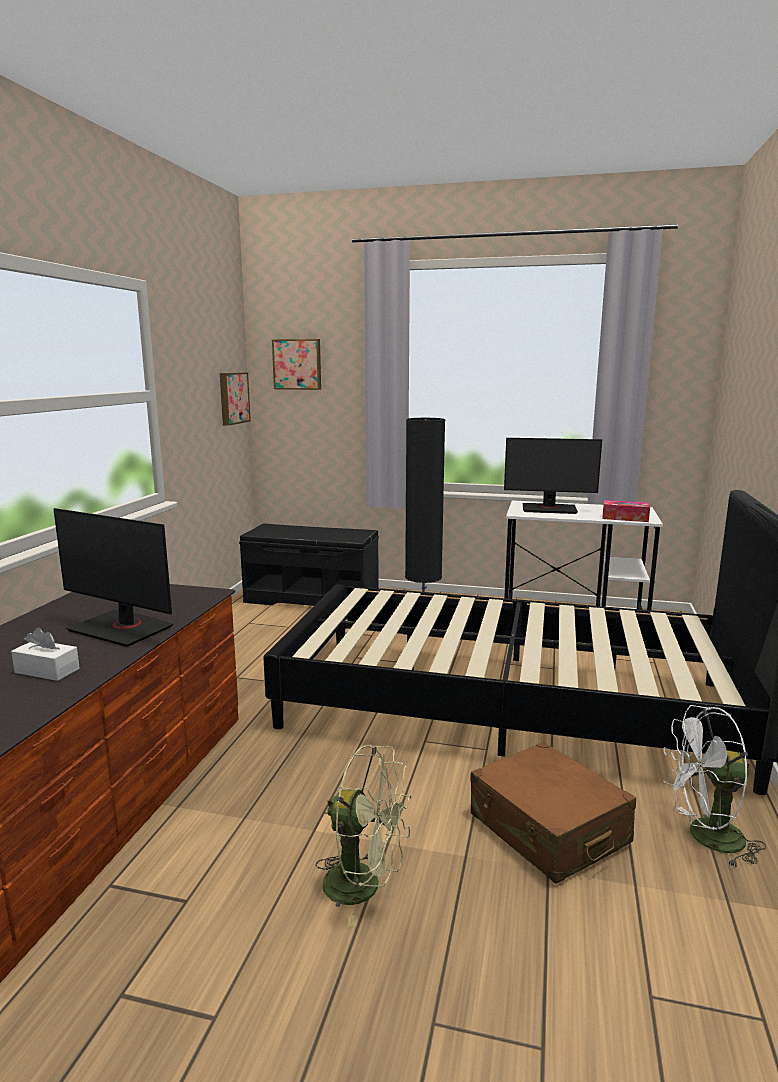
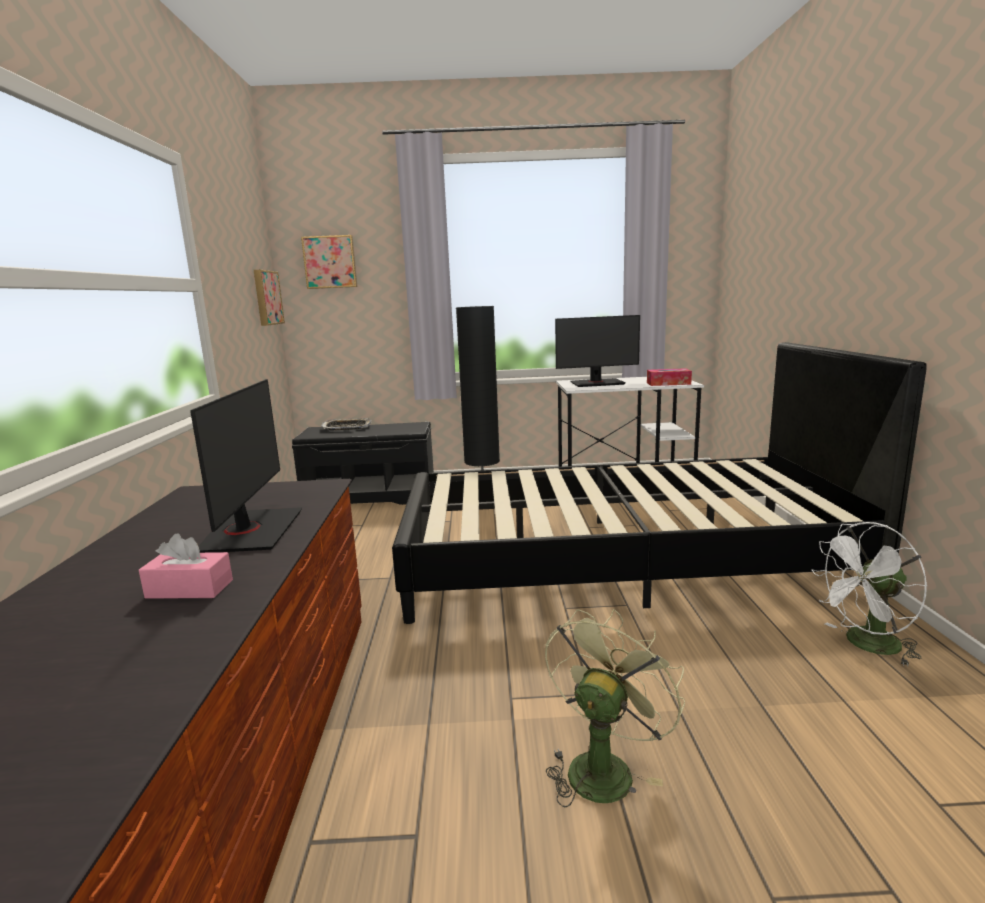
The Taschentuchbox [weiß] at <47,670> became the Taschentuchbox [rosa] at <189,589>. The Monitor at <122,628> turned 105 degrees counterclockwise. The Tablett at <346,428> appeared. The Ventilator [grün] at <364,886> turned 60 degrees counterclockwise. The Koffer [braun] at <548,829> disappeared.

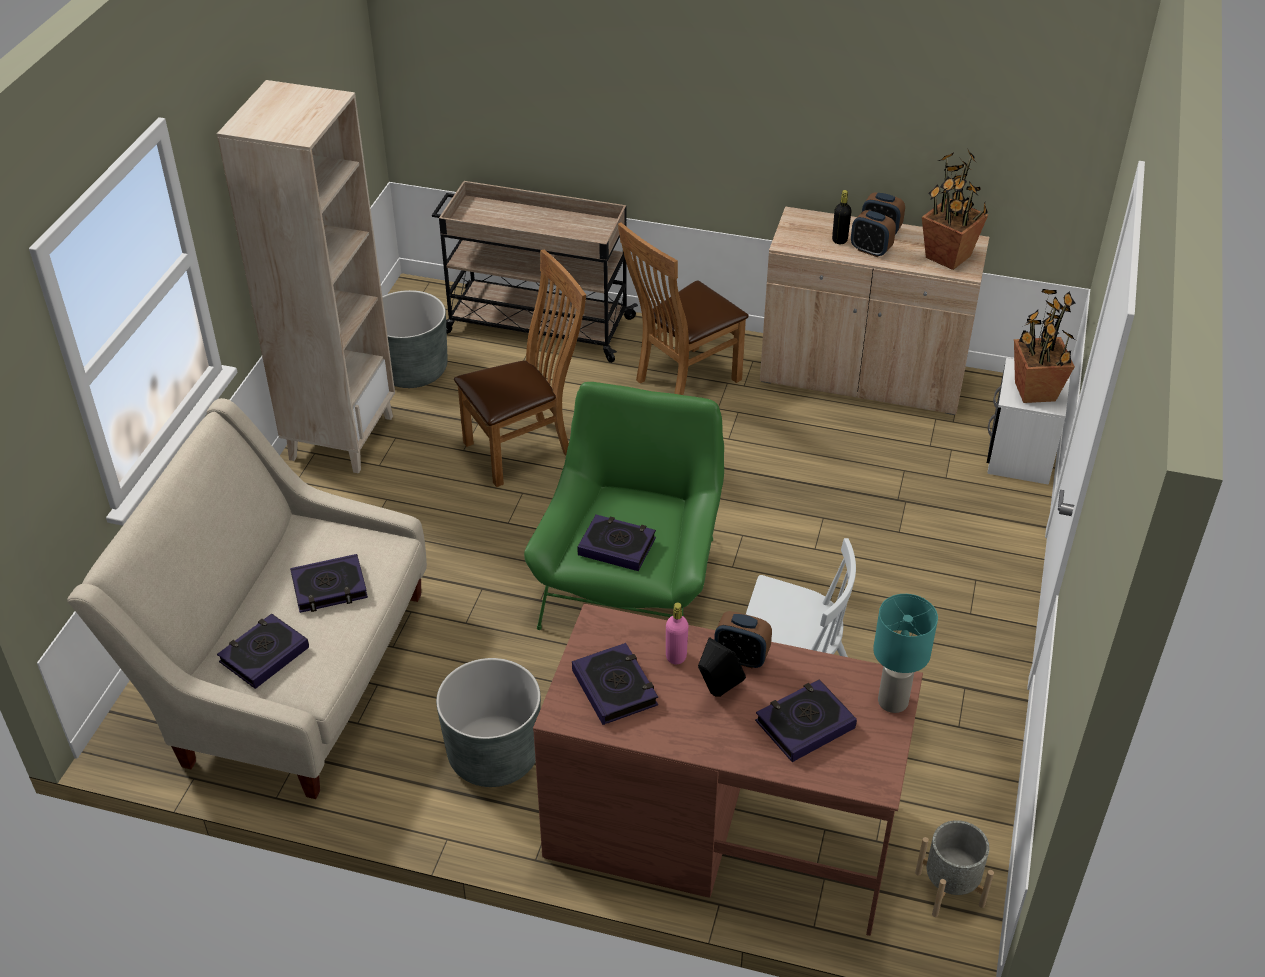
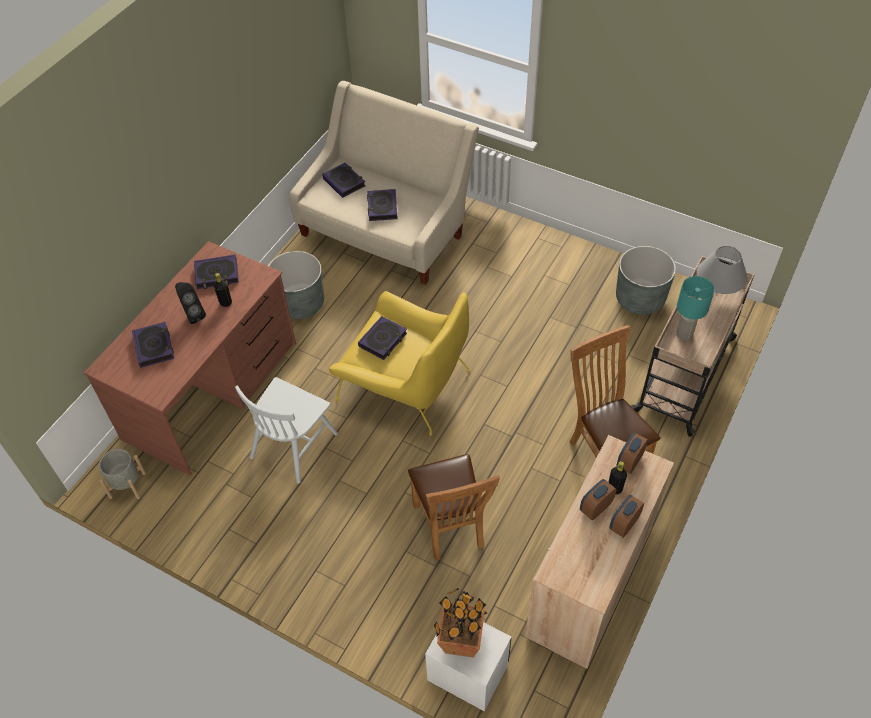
The Flasche [rosa] at <676,656> became the Flasche [schwarz] at <225,303>. The Sessel [grün] at <631,582> became the Sessel [gelb] at <405,384>. The Stuhl [braun] moved from <524,448> to <451,529>. The Wecker moved from <741,657> to <629,462>. The Tischlampe [türkis] moved from <893,701> to <684,334>. The Tischlampe [grau] at <716,293> appeared. The Bücherregal [beige] at <341,437> disappeared. The Topfpflanze at <948,257> disappeared.

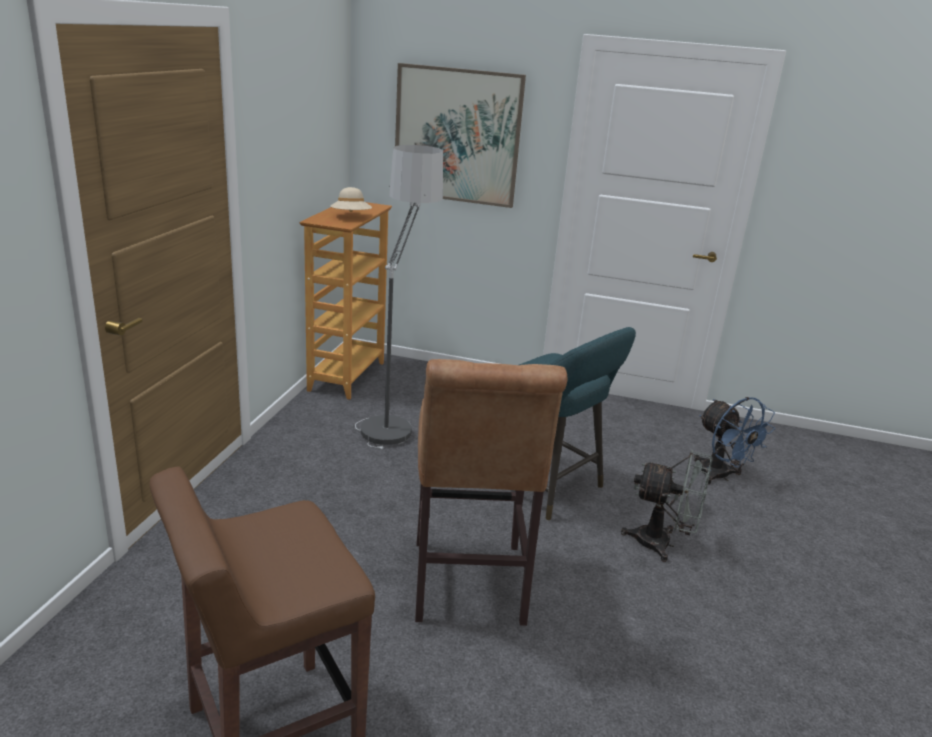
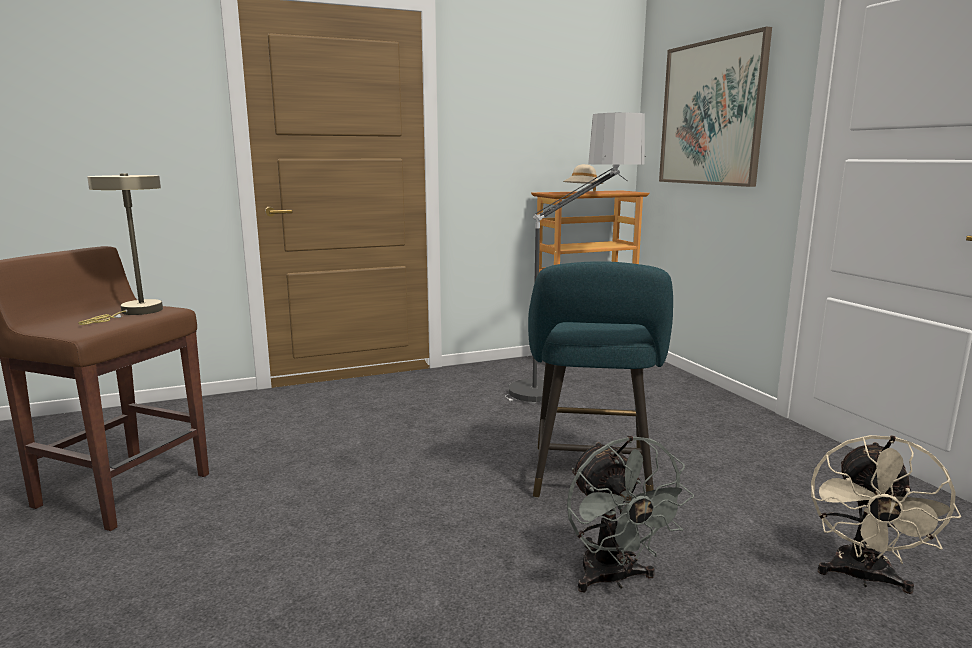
The Tischlampe [beige] at <136,312> appeared. The Ventilator [blau] at <720,476> became the Ventilator [beige] at <863,578>. The Hocker [braun] at <468,588> disappeared.

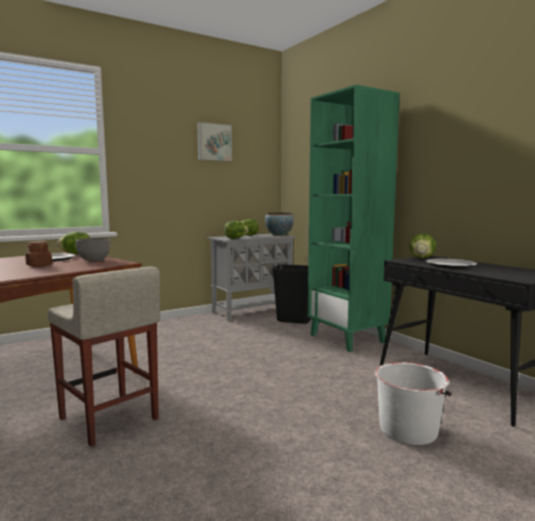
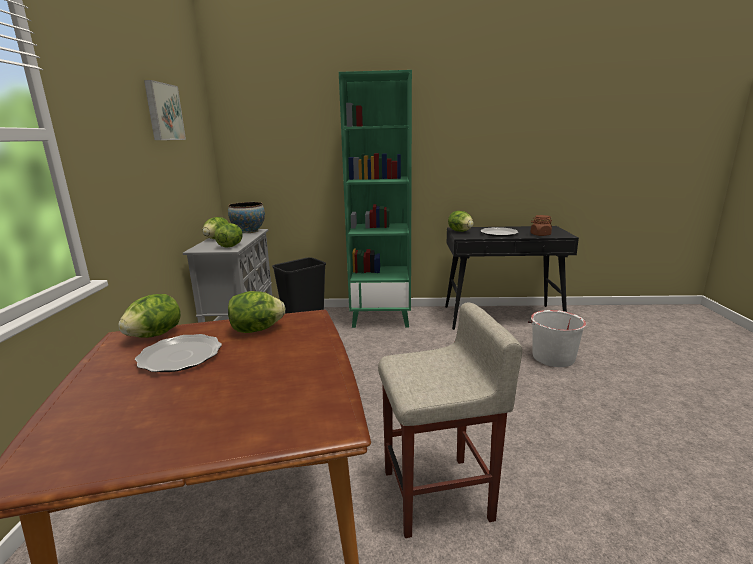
The Schüssel [grau] at <94,260> was replaced by the Salatkopf at <256,330>. The Vorratsglas [braun] moved from <39,265> to <540,235>.

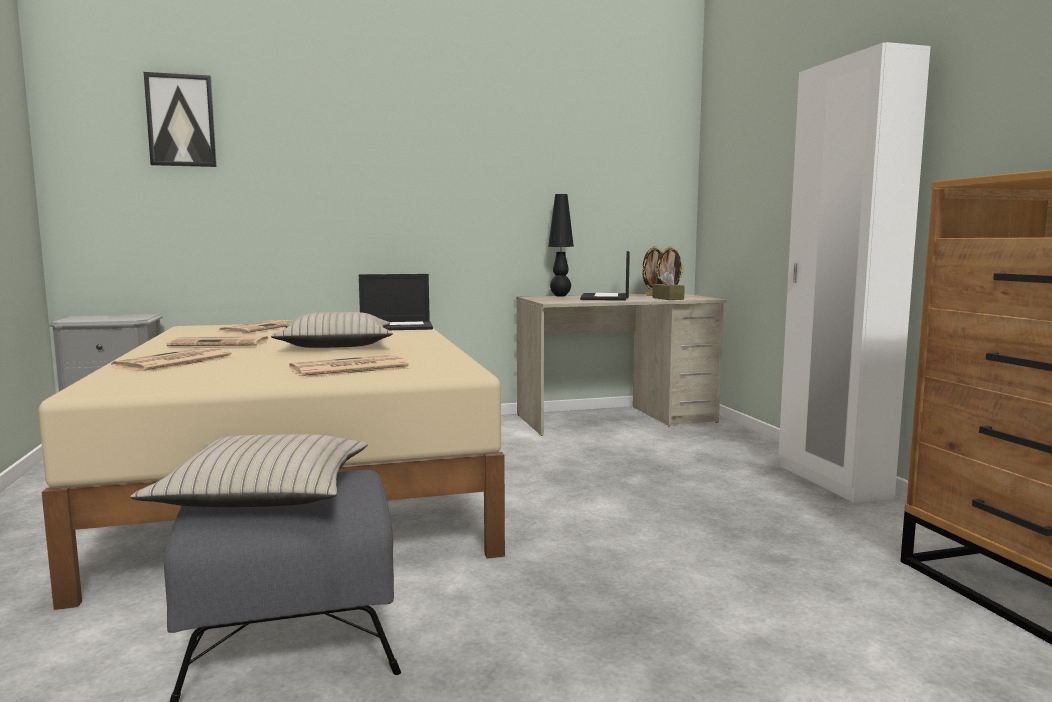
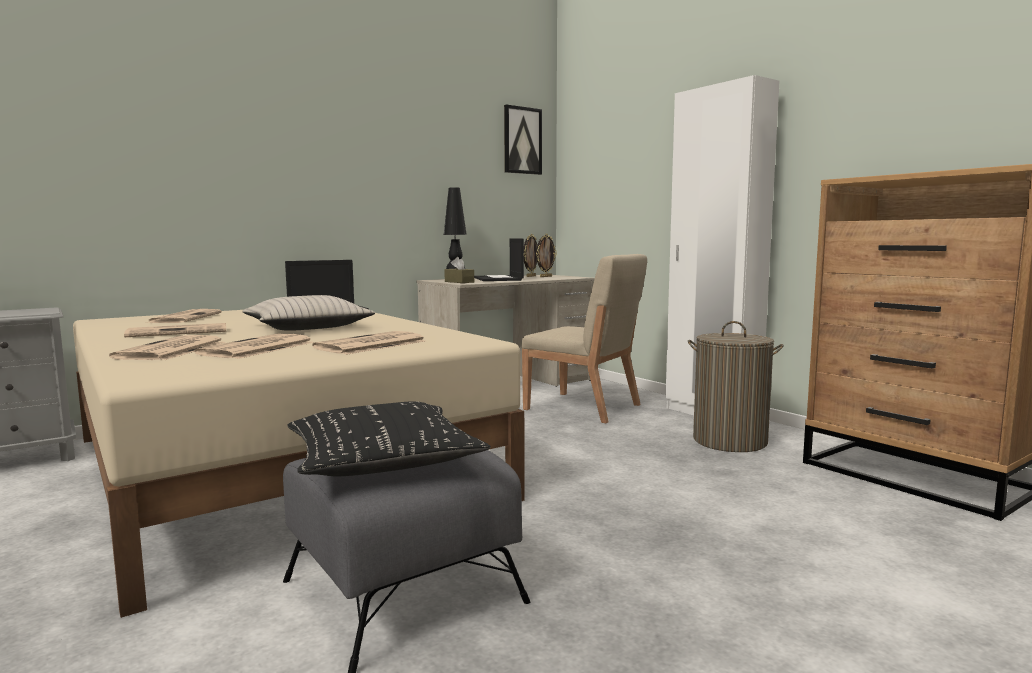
The Zeitung at <257,348> appeared. The Kissen [beige] at <264,493> became the Kissen [schwarz] at <382,459>. The Taschentuchbox [braun] moved from <668,298> to <459,282>. The Bild moved from <181,120> to <522,140>. The Stuhl [beige] at <583,407> appeared. The Wäschekorb at <730,441> appeared.

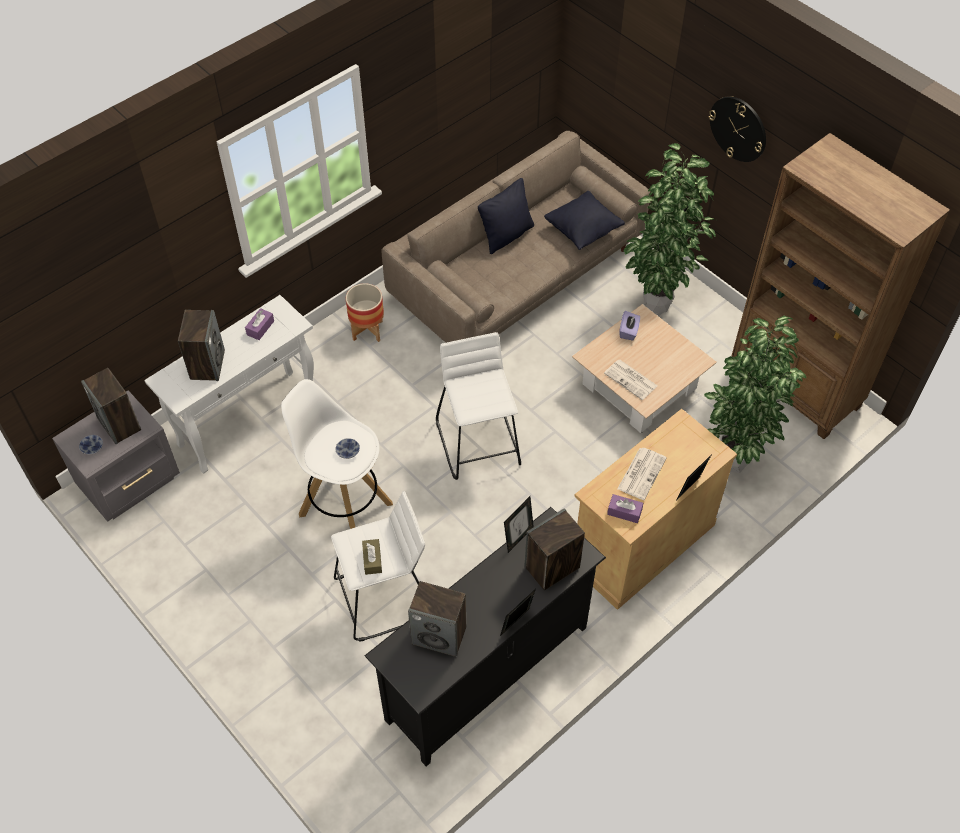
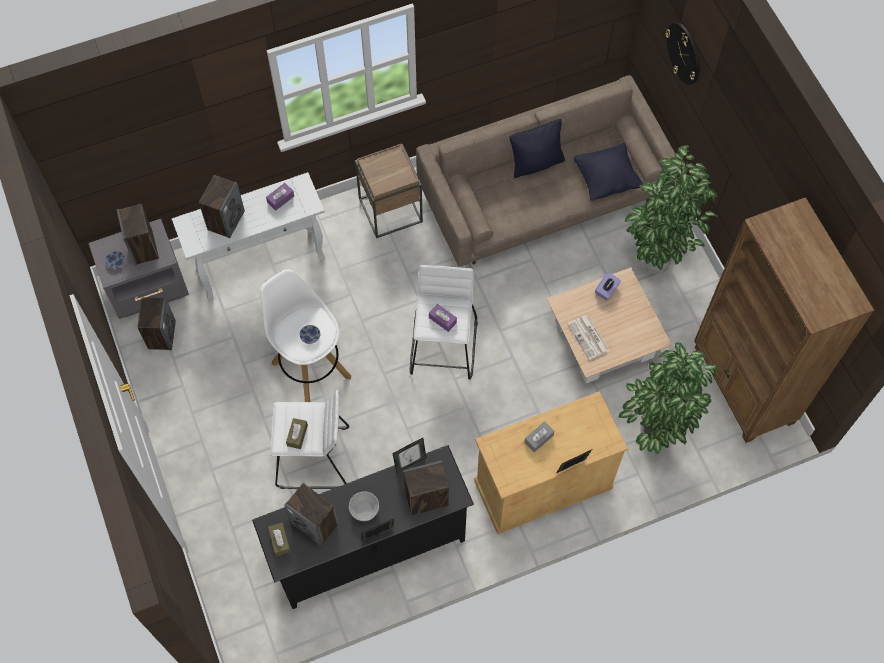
The Lautsprecher at <161,334> appeared. The Taschentuchbox [braun] at <280,541> appeared. The Schüssel at <364,510> appeared. The Pflanzkübel at <367,330> was replaced by the Beistelltisch [braun] at <390,210>. The Taschentuchbox [lila] moved from <624,512> to <442,320>. The Zeitung at <641,473> was replaced by the Taschentuchbox [grau] at <538,439>. The Wanduhr moved from <738,128> to <684,53>.

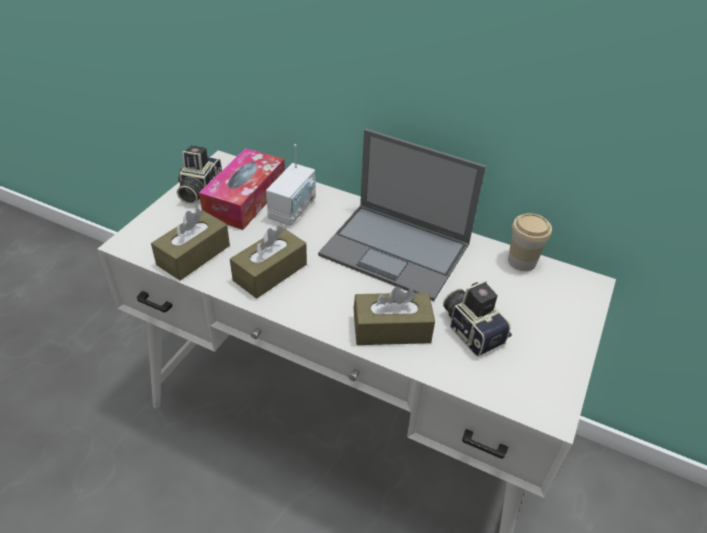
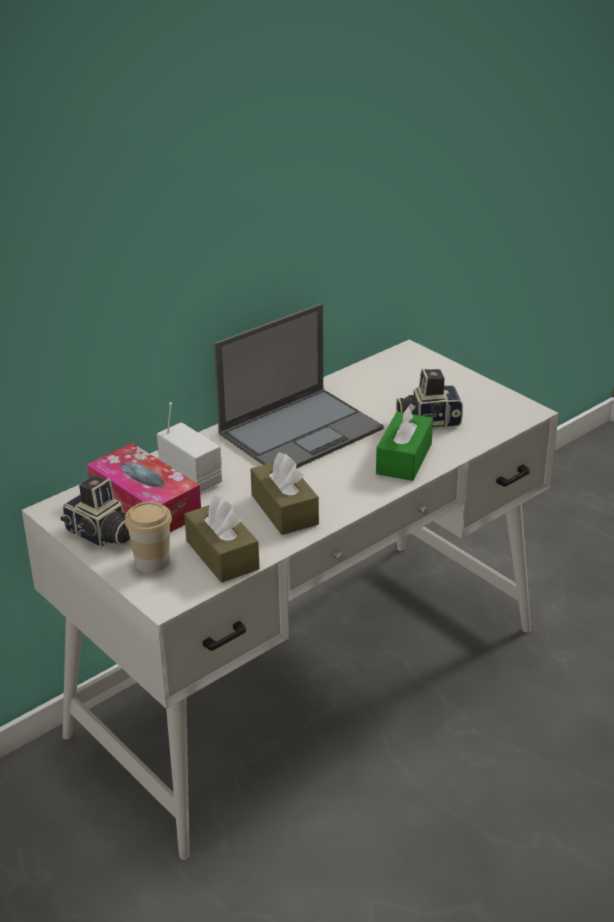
The Tasse moved from <522,261> to <152,562>. The Taschentuchbox [braun] at <391,329> became the Taschentuchbox [grün] at <404,459>.

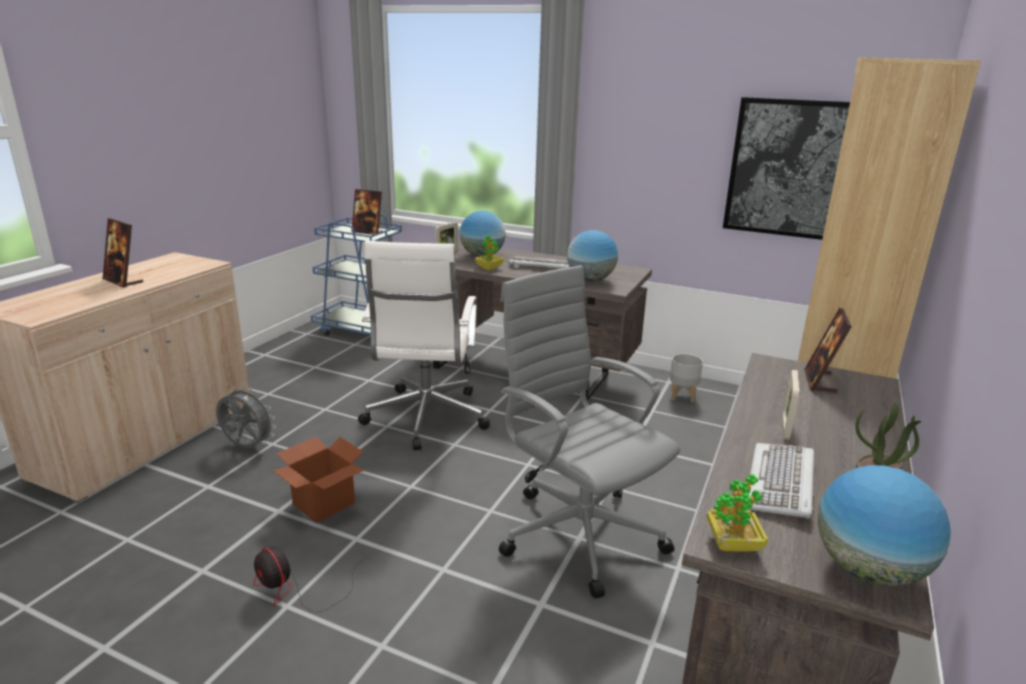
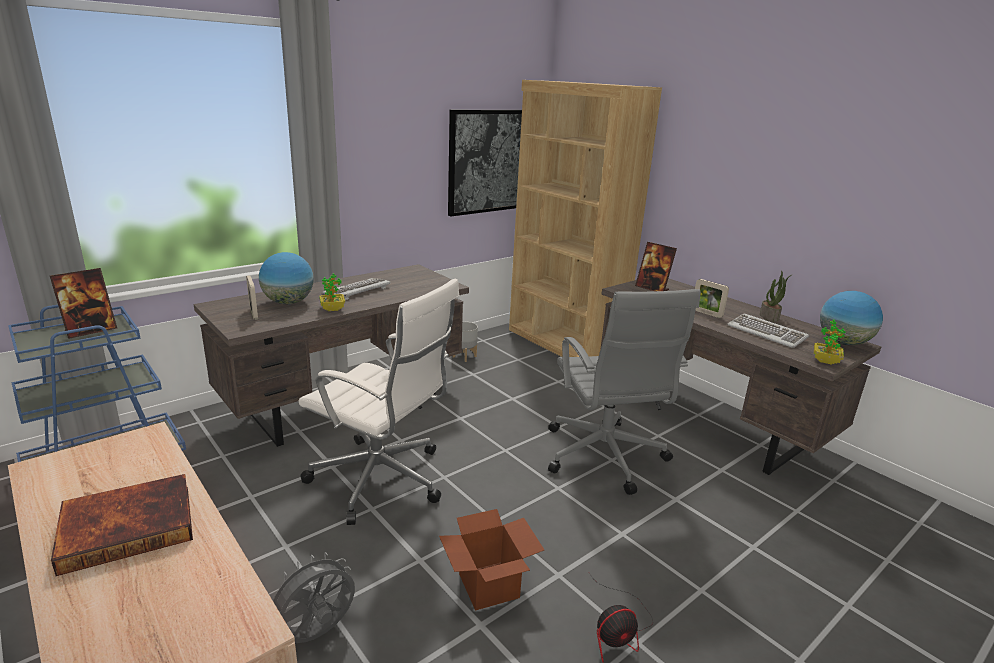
The Bilderrahmen at <123,281> was replaced by the Buch at <129,525>. The Bürostuhl [grau] at <578,531> turned 90 degrees counterclockwise. The Globus at <590,280> disappeared.

